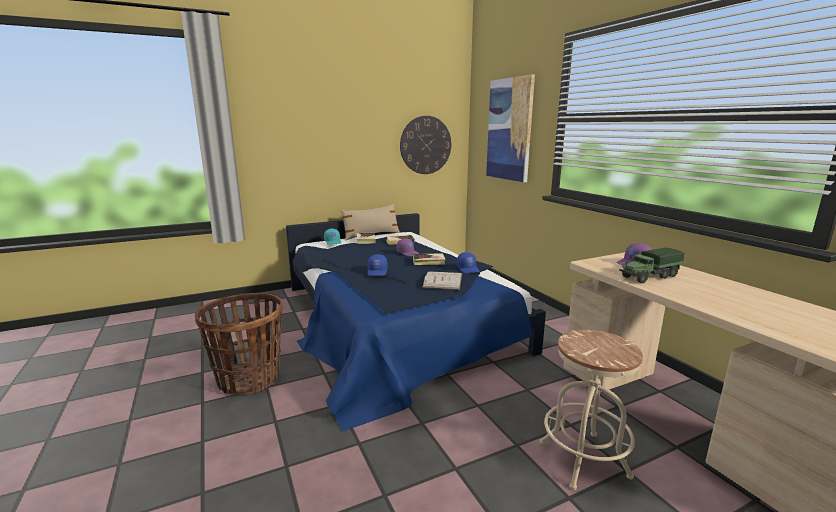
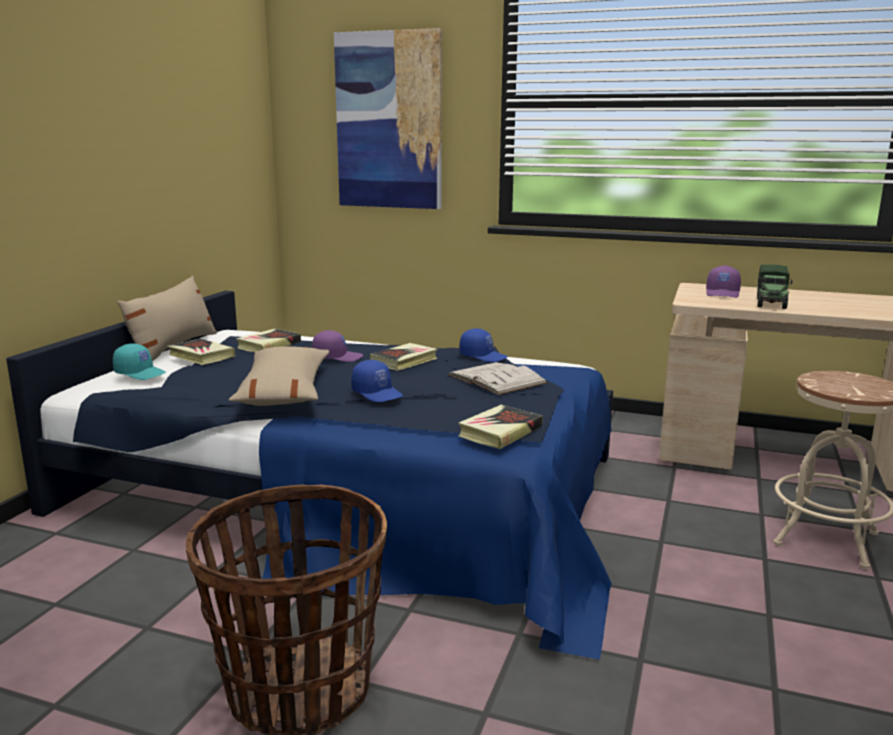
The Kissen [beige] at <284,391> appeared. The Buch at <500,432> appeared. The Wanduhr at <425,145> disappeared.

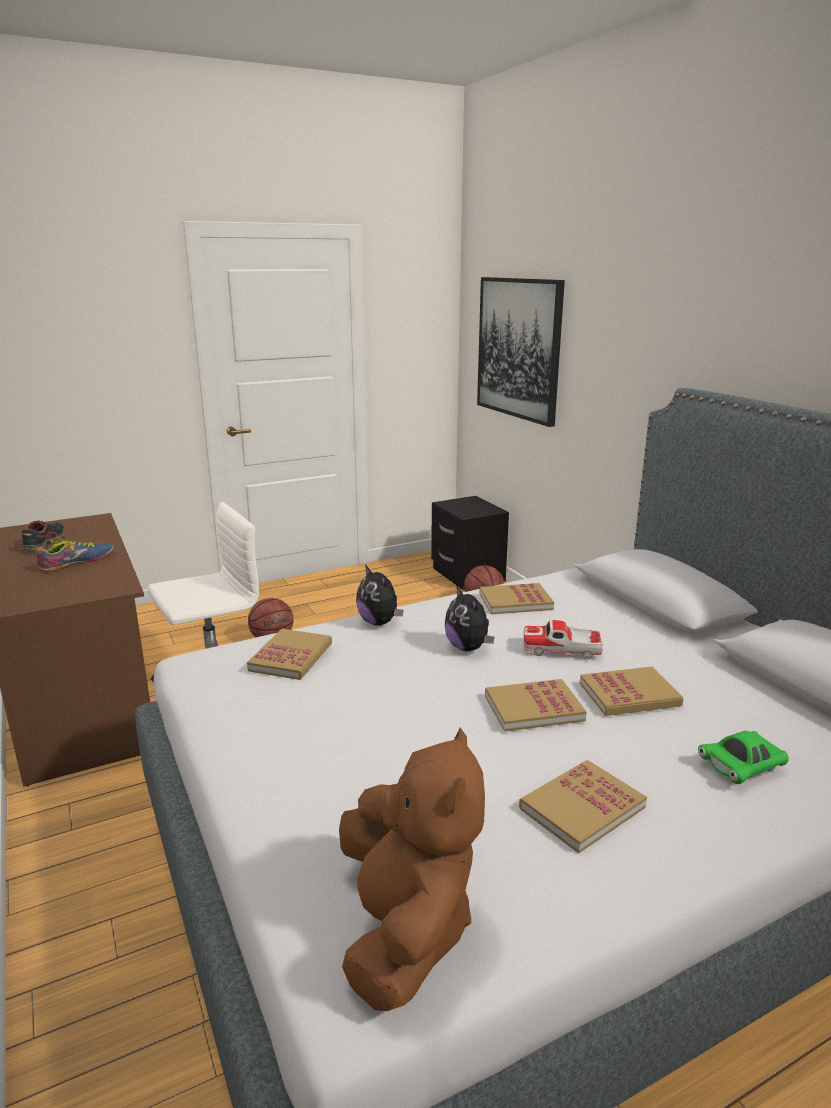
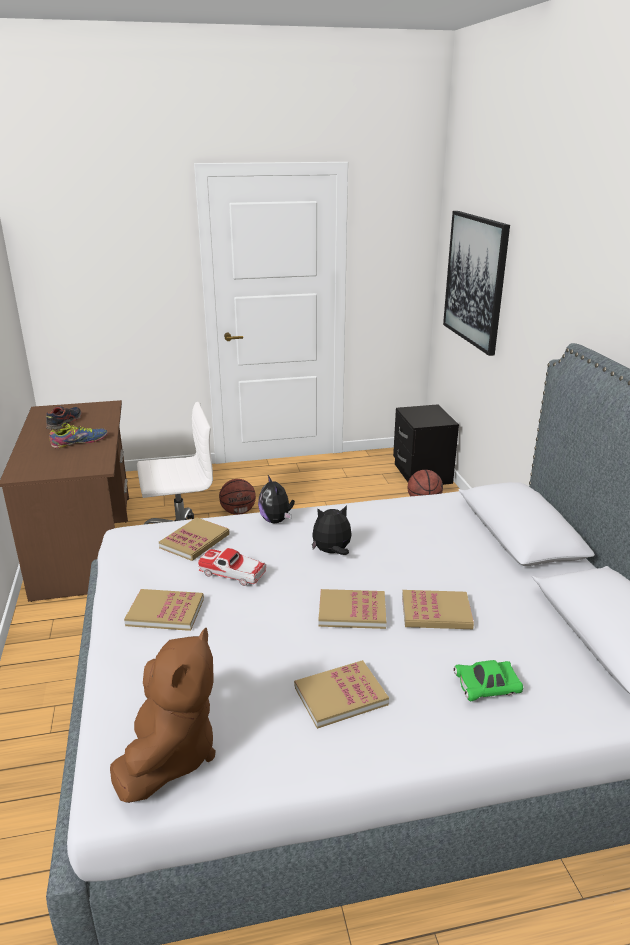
The Buch moved from <515,601> to <165,612>. The Spielzeugauto moved from <562,649> to <233,573>. The Plüschtier at <468,647> turned 90 degrees clockwise.

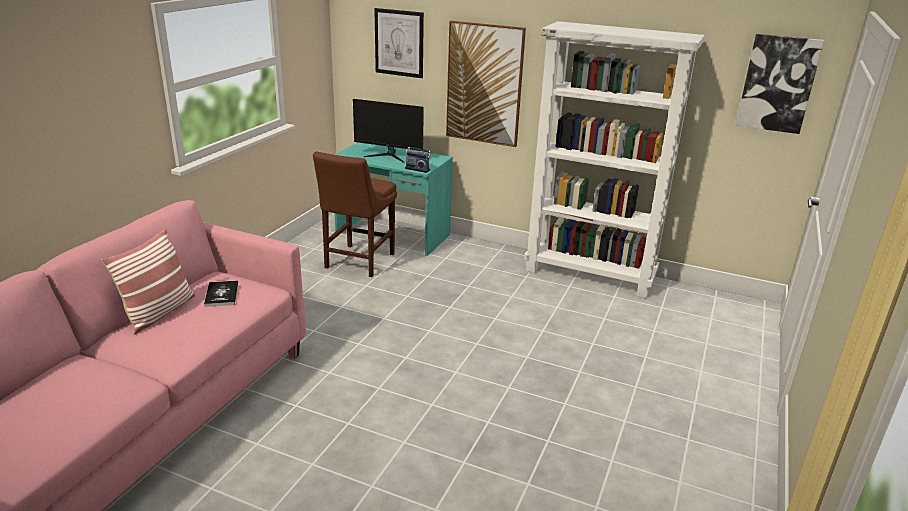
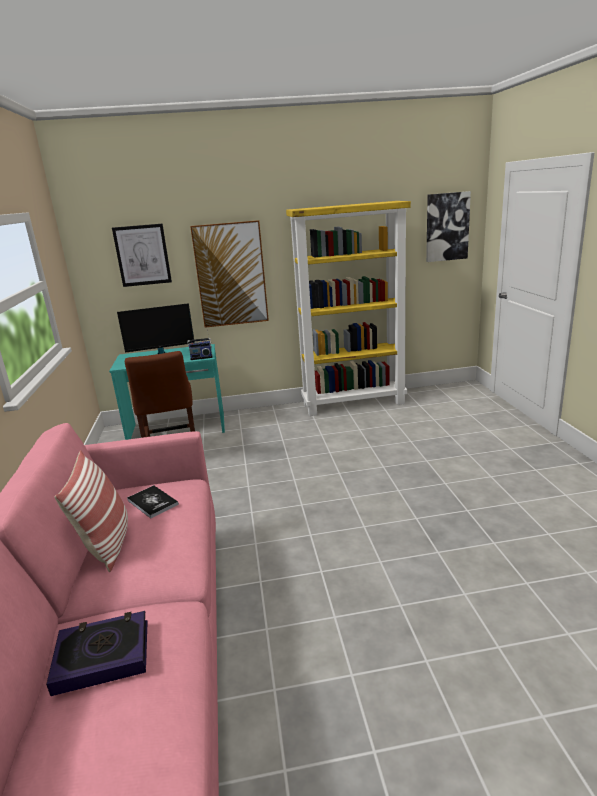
The Buch at <102,656> appeared. The Bücherregal [weiß] at <590,275> became the Bücherregal [gelb] at <354,403>.

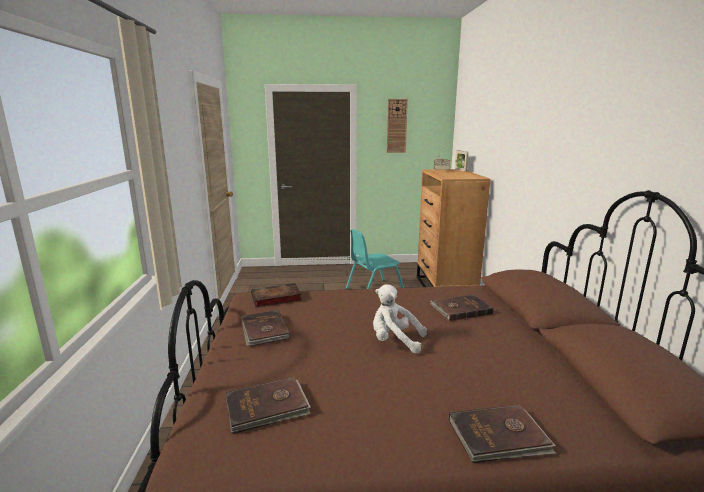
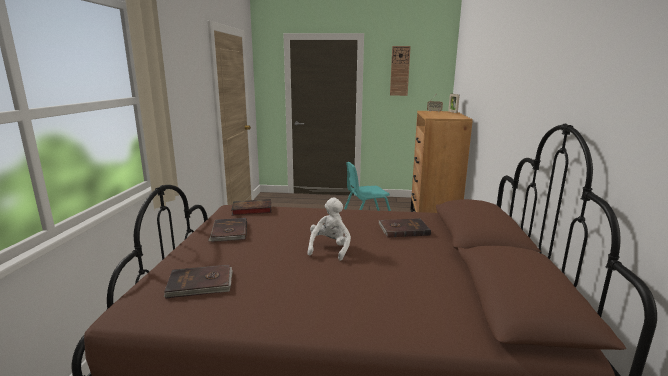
The Plüschtier [weiß] at <395,341> turned 75 degrees clockwise. The Buch [braun] at <499,437> disappeared.

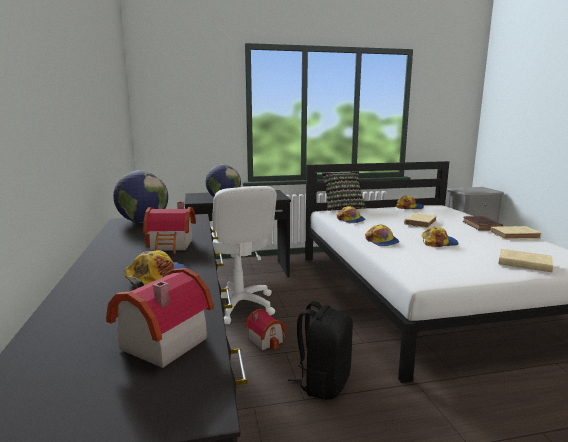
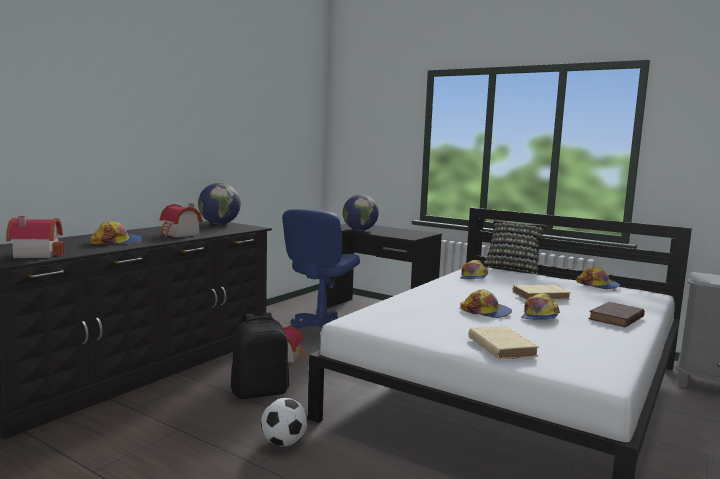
The Fußball at <284,443> appeared. The Bürostuhl [weiß] at <239,306> became the Bürostuhl [blau] at <320,333>. The Kappe moved from <382,241> to <539,316>. The Buch [beige] at <516,235> disappeared.

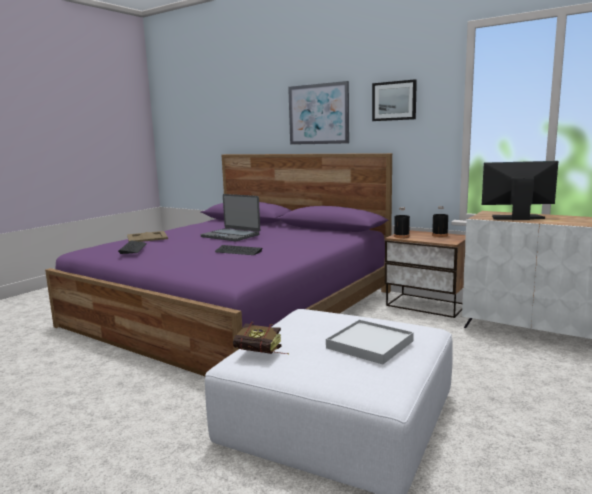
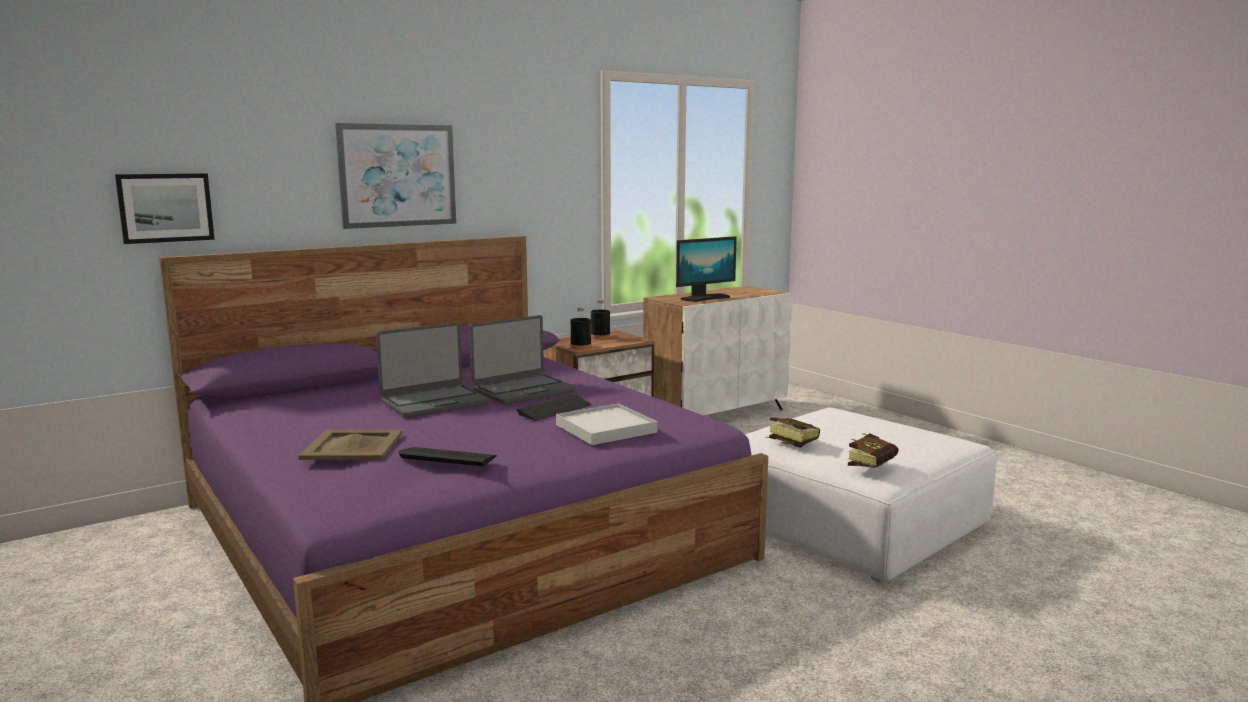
The Bild moved from <394,101> to <165,207>. The Laptop at <523,391> appeared. The Tablett [weiß] moved from <370,344> to <606,428>. The Monitor at <517,218> turned 150 degrees counterclockwise. The Buch at <789,442> appeared.

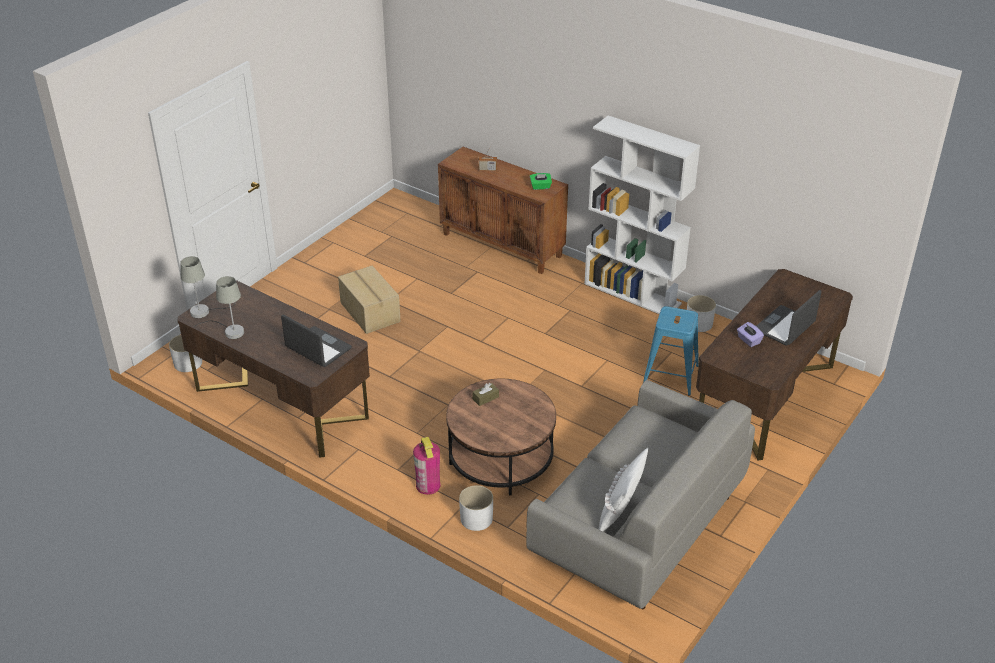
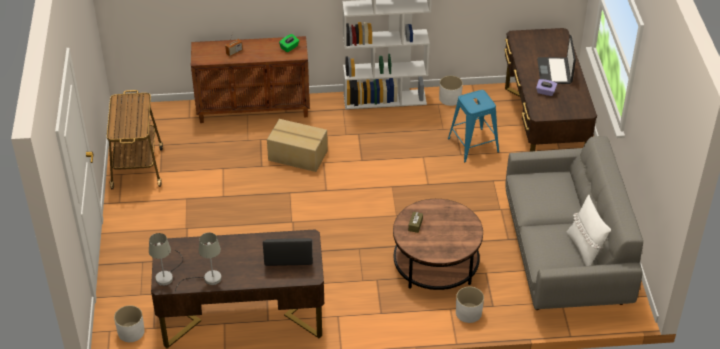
The Rollwagen at <137,167> appeared. The Karton moved from <369,312> to <298,156>. The Feuerlöscher at <428,485> disappeared.

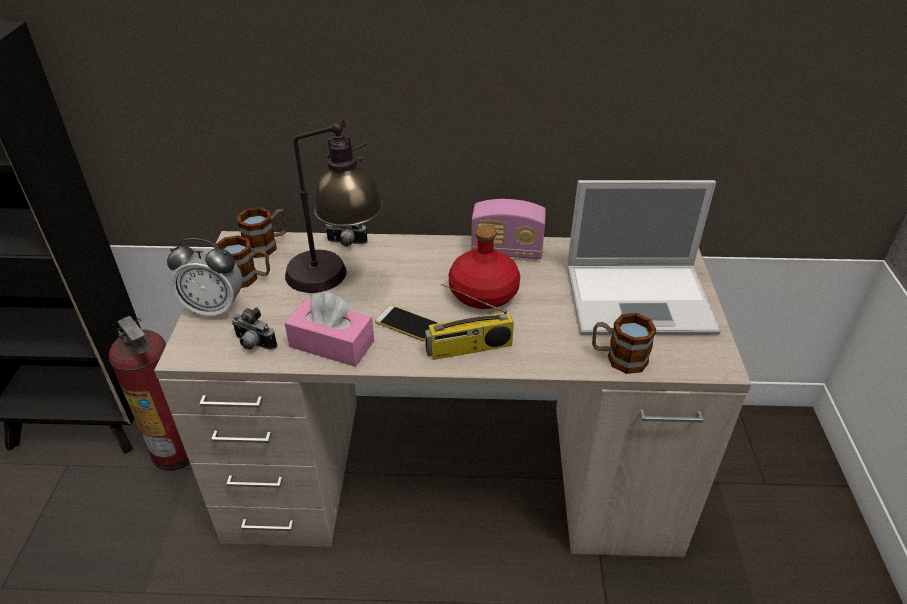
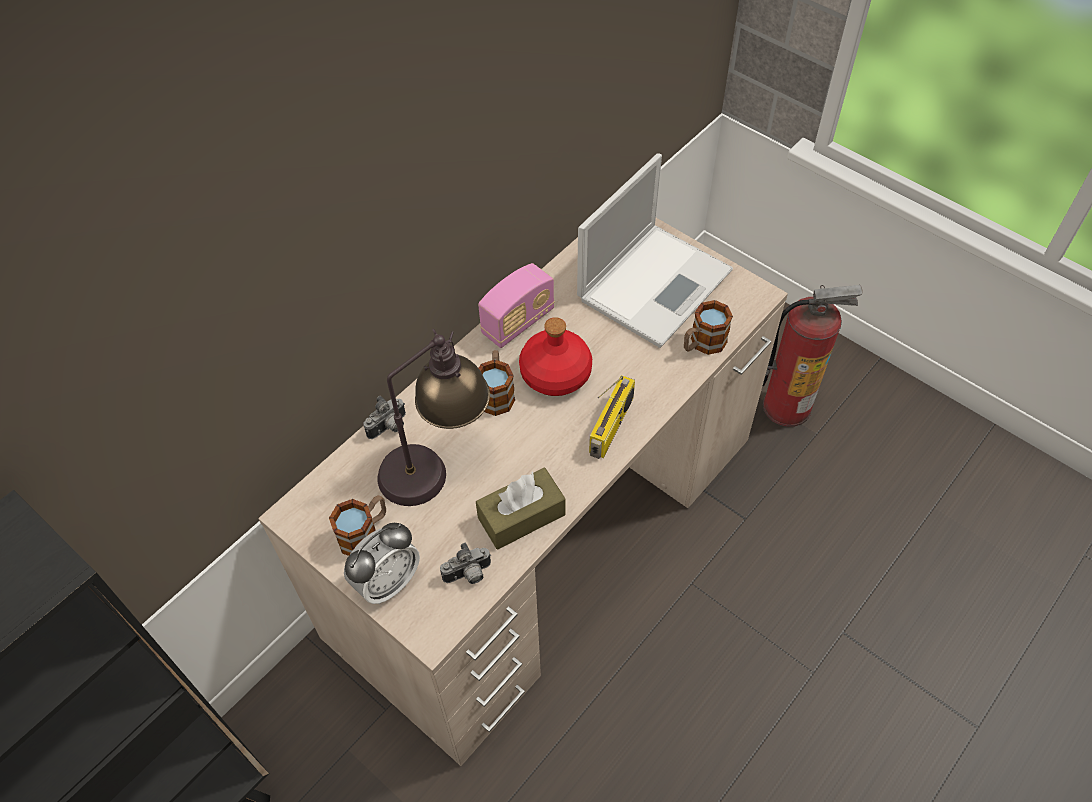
The Taschentuchbox [rosa] at <332,344> became the Taschentuchbox [braun] at <521,516>. The Henkelbecher moved from <267,245> to <496,393>. The Feuerlöscher moved from <177,450> to <787,406>. The Handy at <406,324> disappeared.

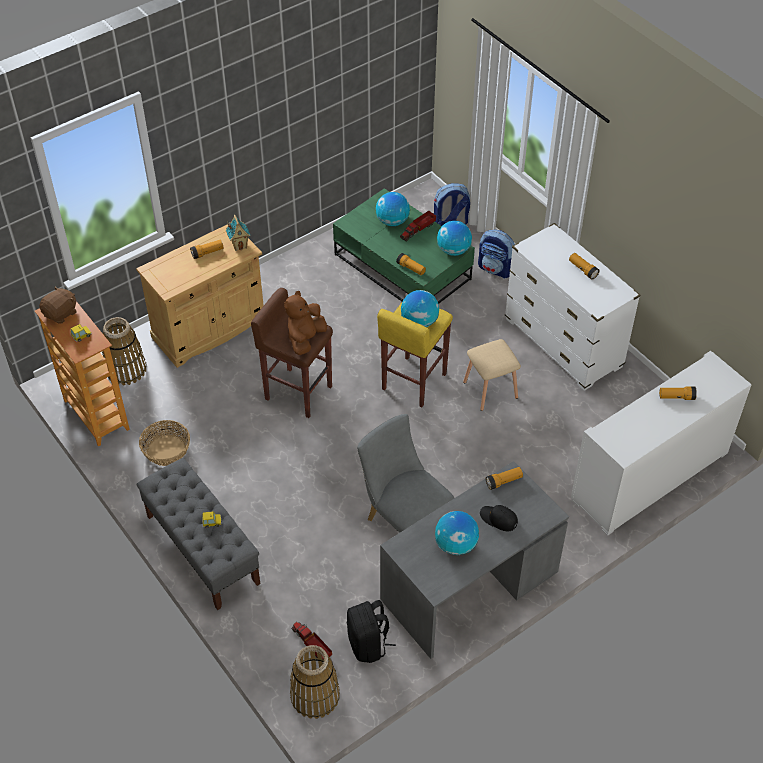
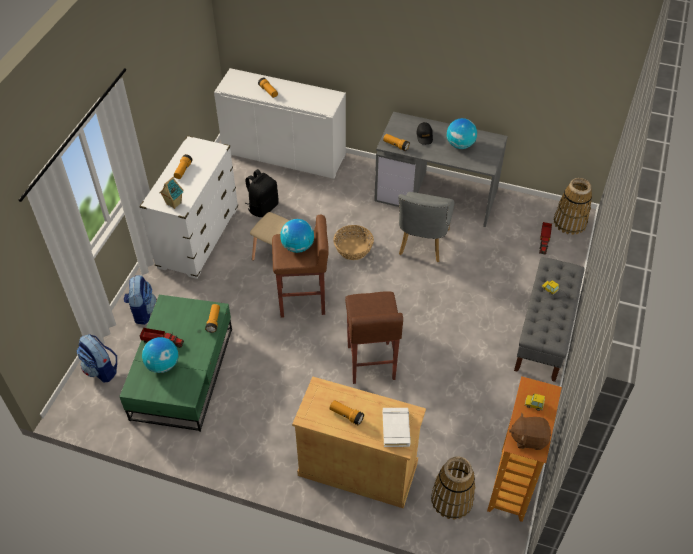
The Spielzeughaus moved from <239,245> to <173,204>. The Rucksack [schwarz] moved from <368,644> to <263,207>. The Hocker [gelb] at <413,382> became the Hocker [braun] at <303,301>. The Korb moved from <167,451> to <353,248>. The Buch [weiß] at <396,429> appeared. The Plüschtier [braun] at <305,339> disappeared. The Globus at <453,250> disappeared.

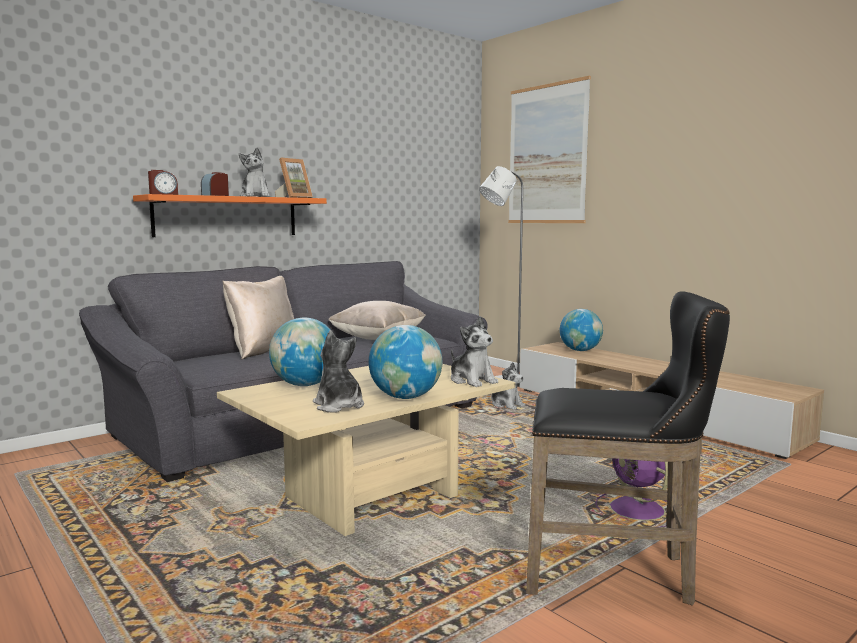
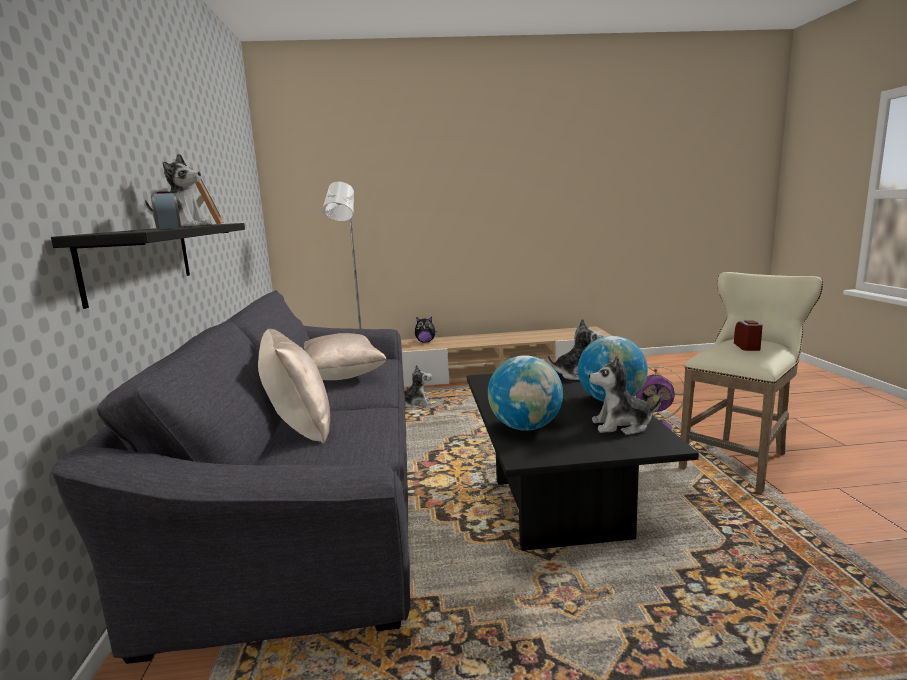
The Wandregal [orange] at <227,216> became the Wandregal [schwarz] at <140,259>. The Globus at <580,350> was replaced by the Plüschtier at <425,342>. The Couchtisch [beige] at <371,497> became the Couchtisch [schwarz] at <559,507>. The Hocker [schwarz] at <616,573> became the Hocker [beige] at <739,460>. The Wecker moved from <163,194> to <747,347>. The Bild at <547,154> disappeared.

